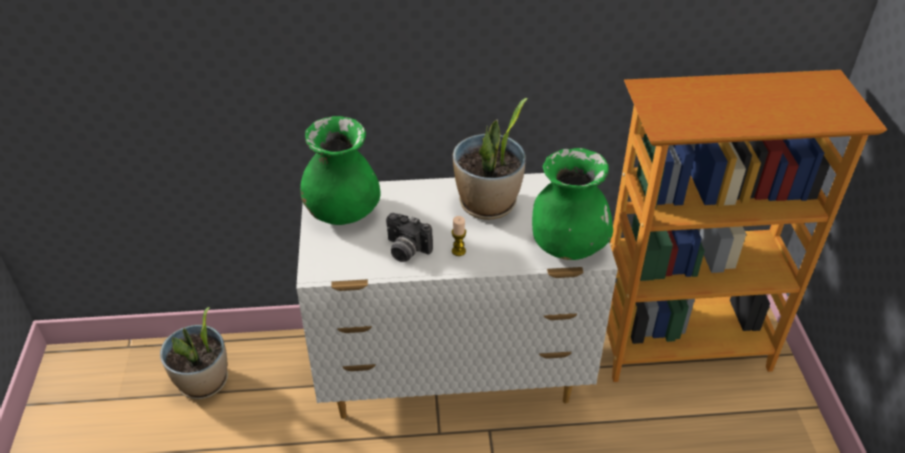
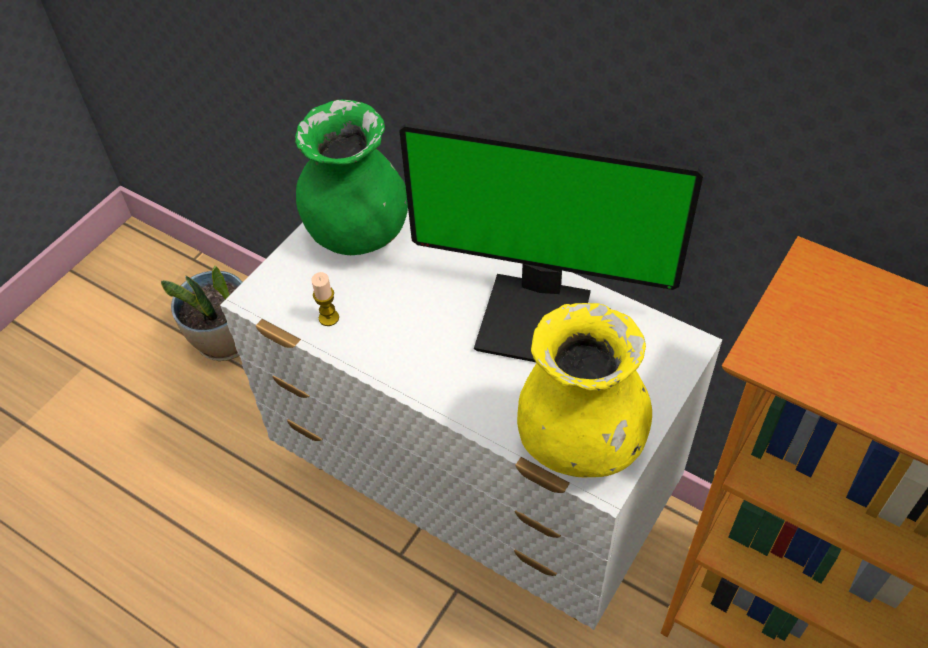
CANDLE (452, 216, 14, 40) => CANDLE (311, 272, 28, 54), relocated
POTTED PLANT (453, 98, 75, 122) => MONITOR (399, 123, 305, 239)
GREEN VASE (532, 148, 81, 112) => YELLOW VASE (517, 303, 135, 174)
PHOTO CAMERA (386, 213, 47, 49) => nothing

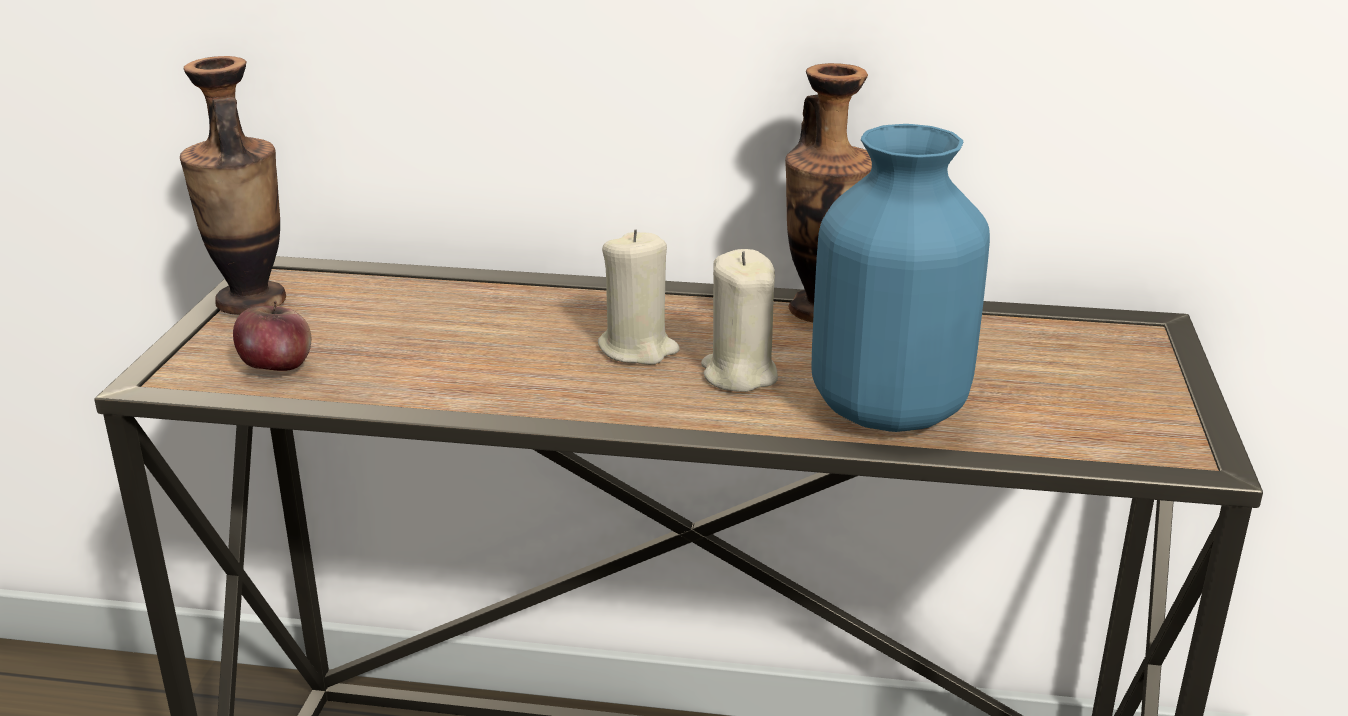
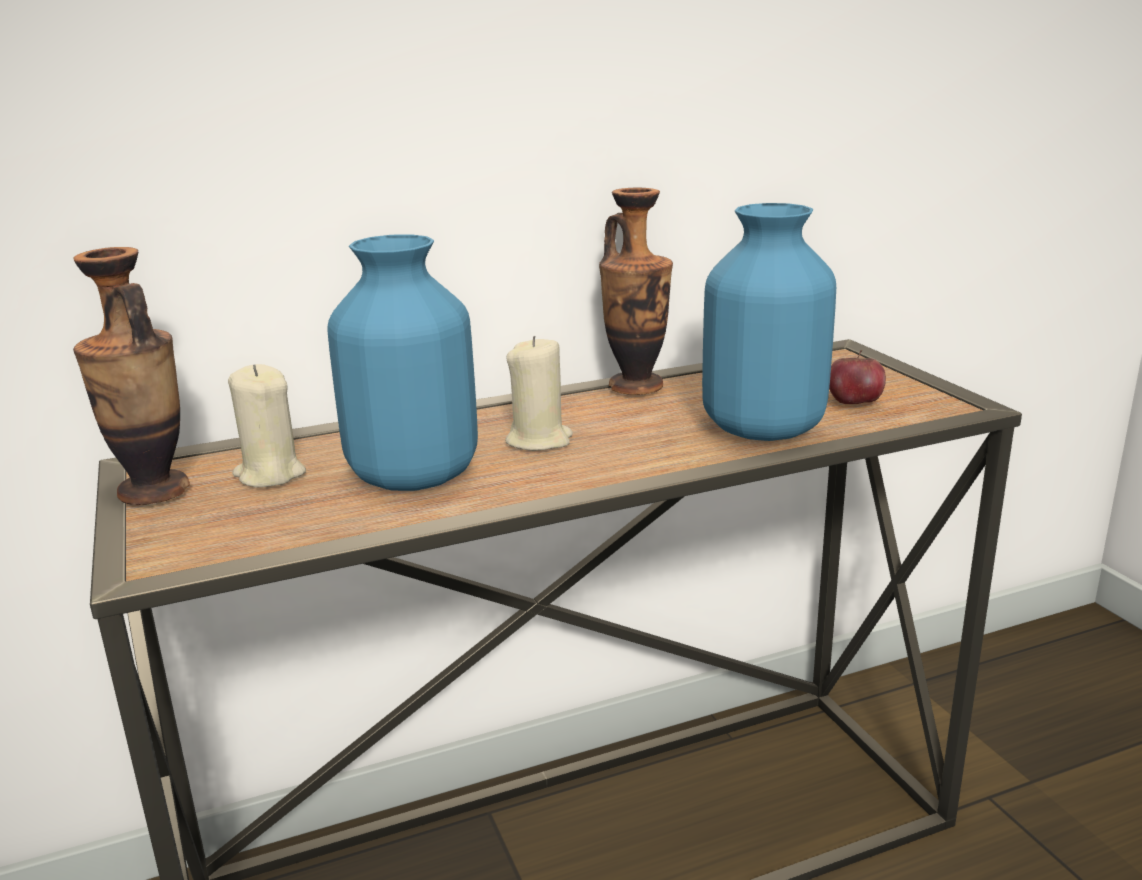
BEIGE CANDLE (701, 249, 77, 143) => BEIGE CANDLE (228, 364, 78, 124), relocated
nothing => BLUE VASE (328, 234, 150, 257)
APPLE (233, 301, 78, 70) => APPLE (829, 350, 57, 54), relocated

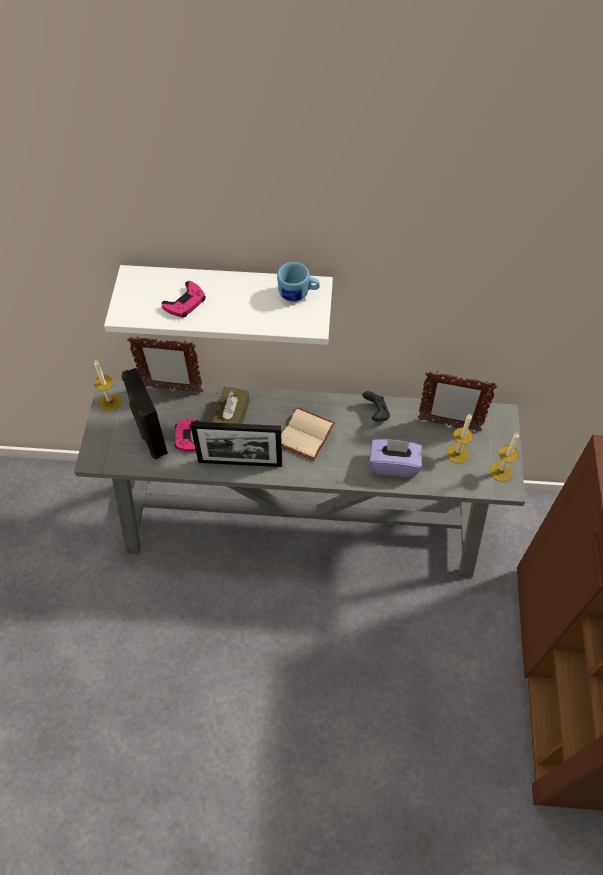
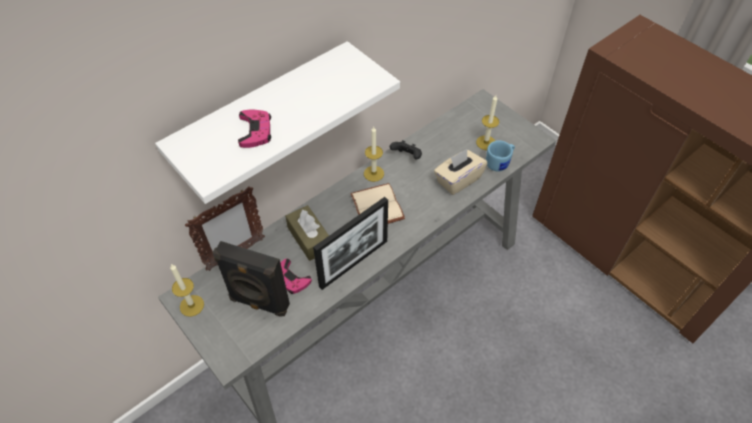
CANDLE (490, 432, 29, 49) => CANDLE (364, 127, 20, 55), relocated
PURPLE TISSUE BOX (369, 439, 53, 39) => BEIGE TISSUE BOX (434, 149, 54, 46)
BLUE MUG (277, 262, 43, 40) => BLUE MUG (486, 140, 29, 32), relocated
PICTURE FRAME (418, 371, 79, 61) => nothing

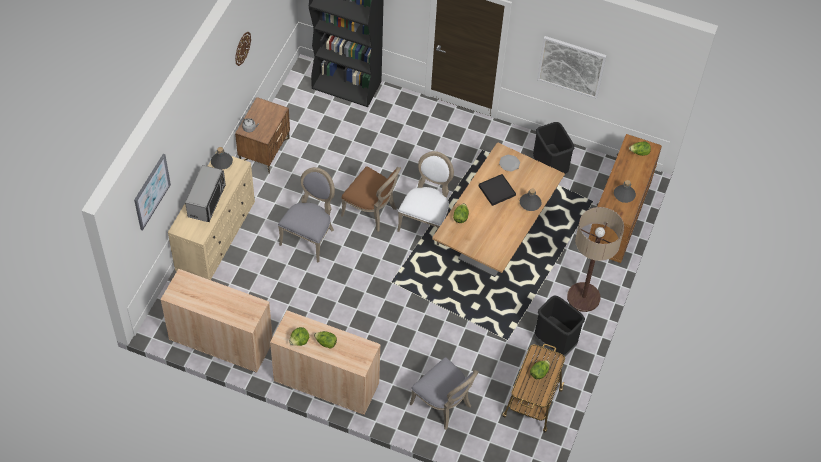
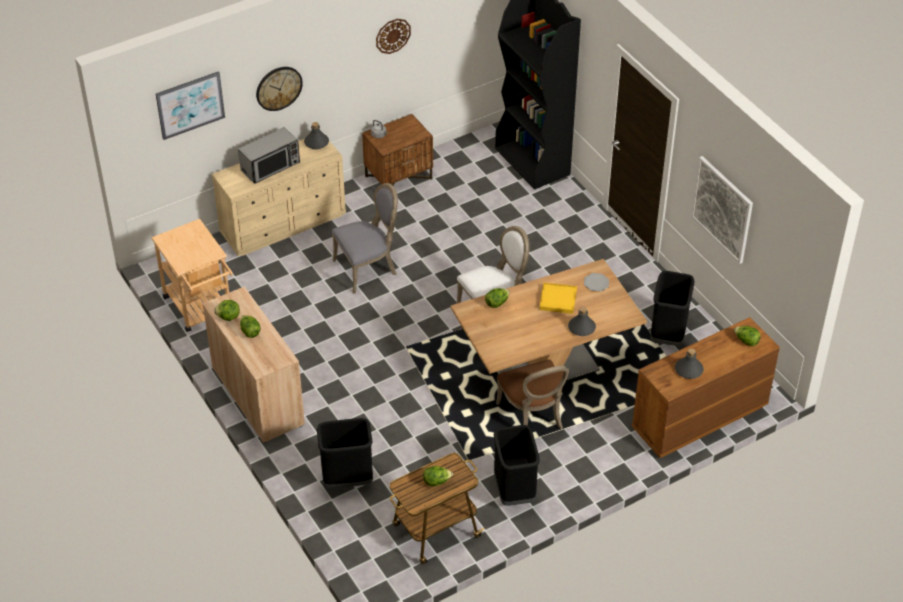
BEIGE CABINET (160, 269, 113, 104) => BEIGE CART (151, 219, 82, 113)
nothing => WALL CLOCK (256, 67, 47, 44)
GREY CHAIR (410, 357, 69, 73) => BLACK TRASH CAN (317, 418, 56, 70)
BROWN CHAIR (341, 166, 60, 66) => BROWN CHAIR (496, 360, 73, 69), relocated
BLACK TRAY (479, 174, 37, 32) => YELLOW TRAY (539, 283, 38, 31)
FLOOR LAMP (567, 207, 57, 105) => nothing

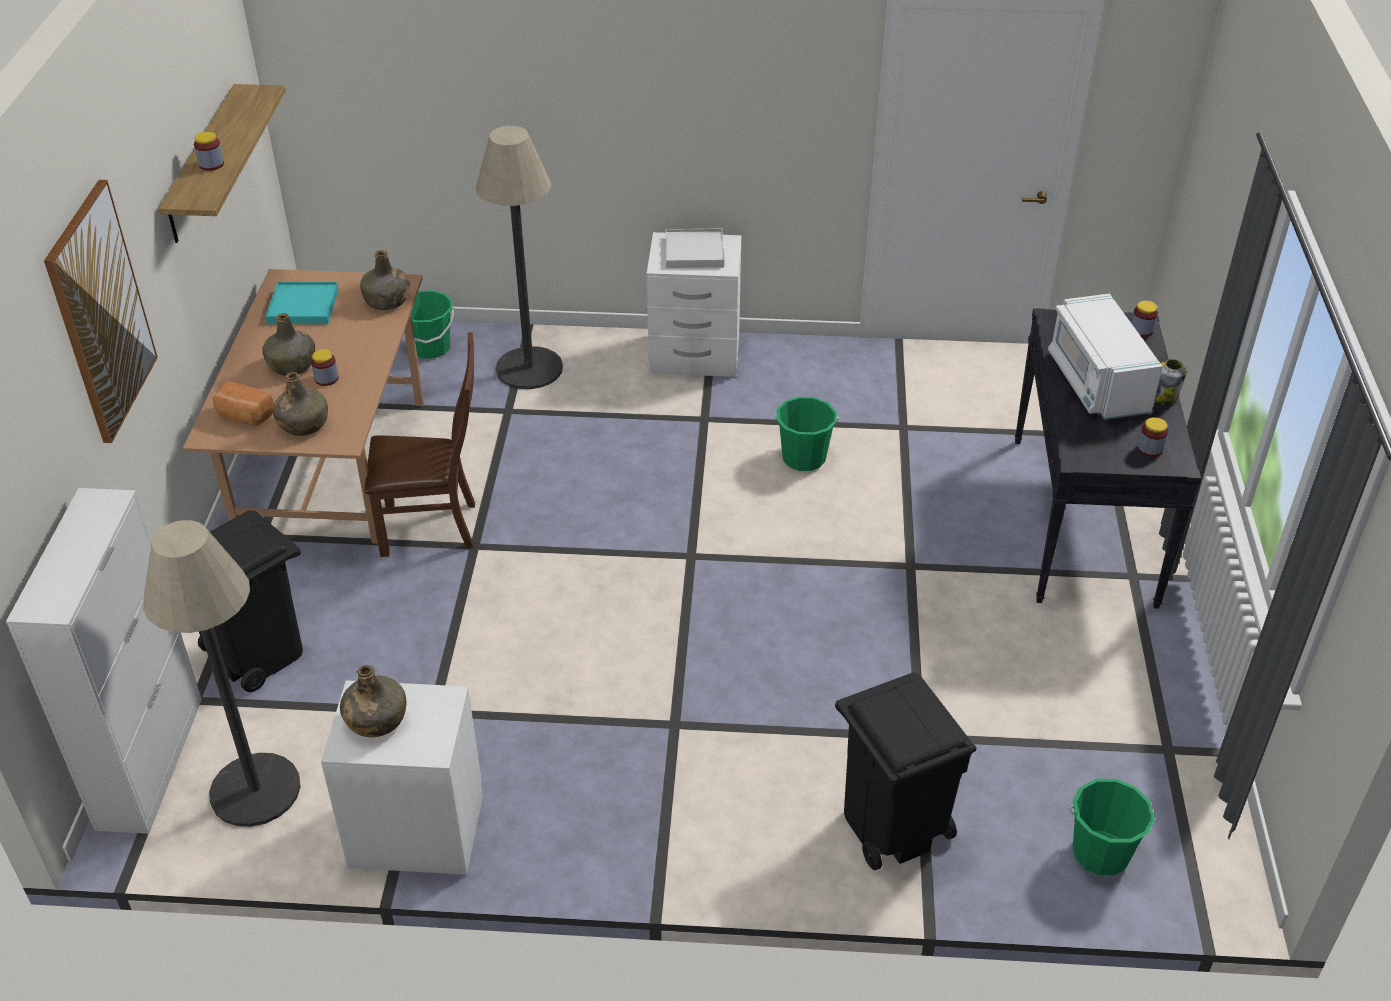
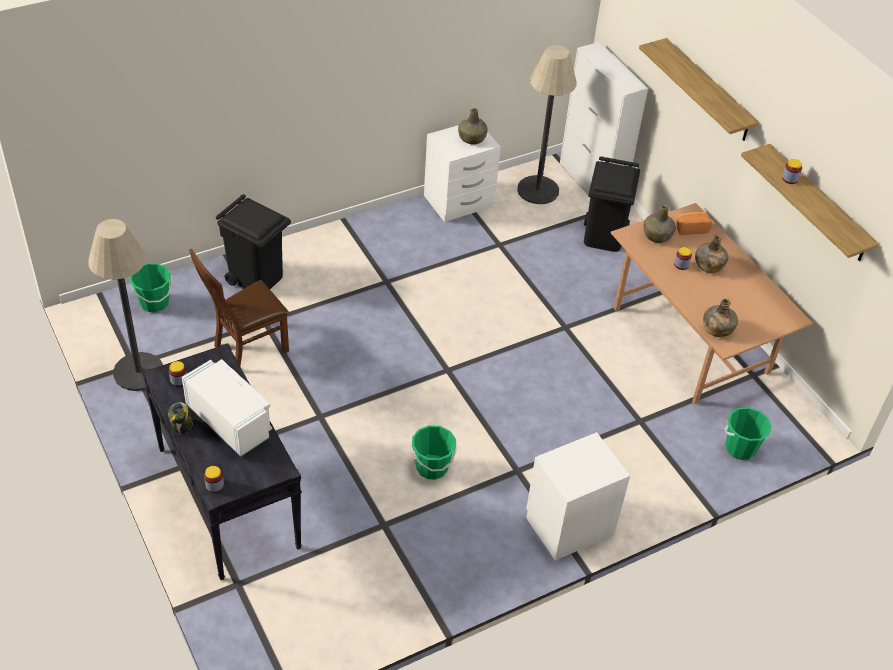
FLOOR LAMP (475, 126, 88, 263) => FLOOR LAMP (88, 219, 75, 172), relocated
BROWN CHAIR (364, 332, 111, 225) => BROWN CHAIR (189, 248, 100, 118), relocated
PICTURE (44, 180, 114, 263) => SHELF (639, 38, 120, 103)
TURQUOISE TRAY (265, 282, 74, 42) => nothing
WHITE TRAY (666, 229, 58, 39) => nothing

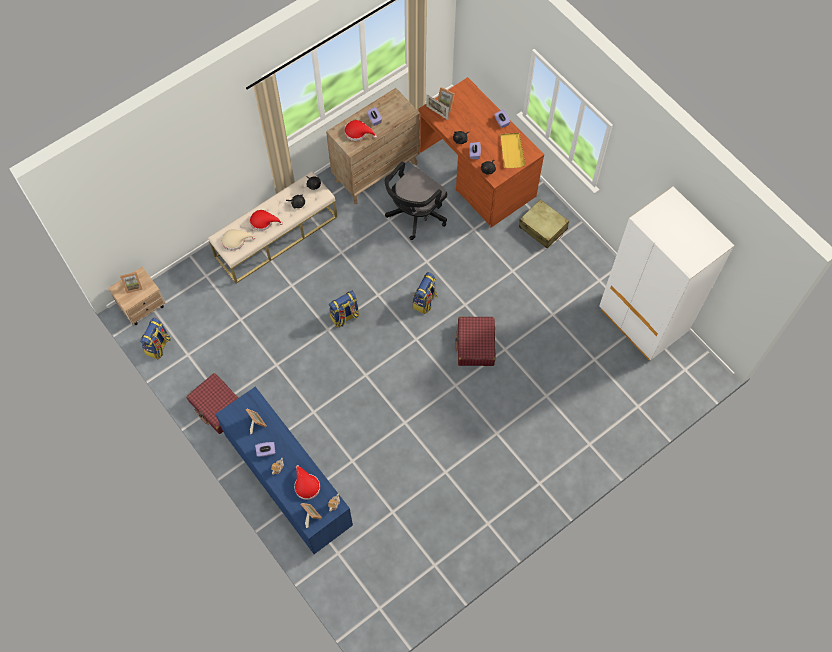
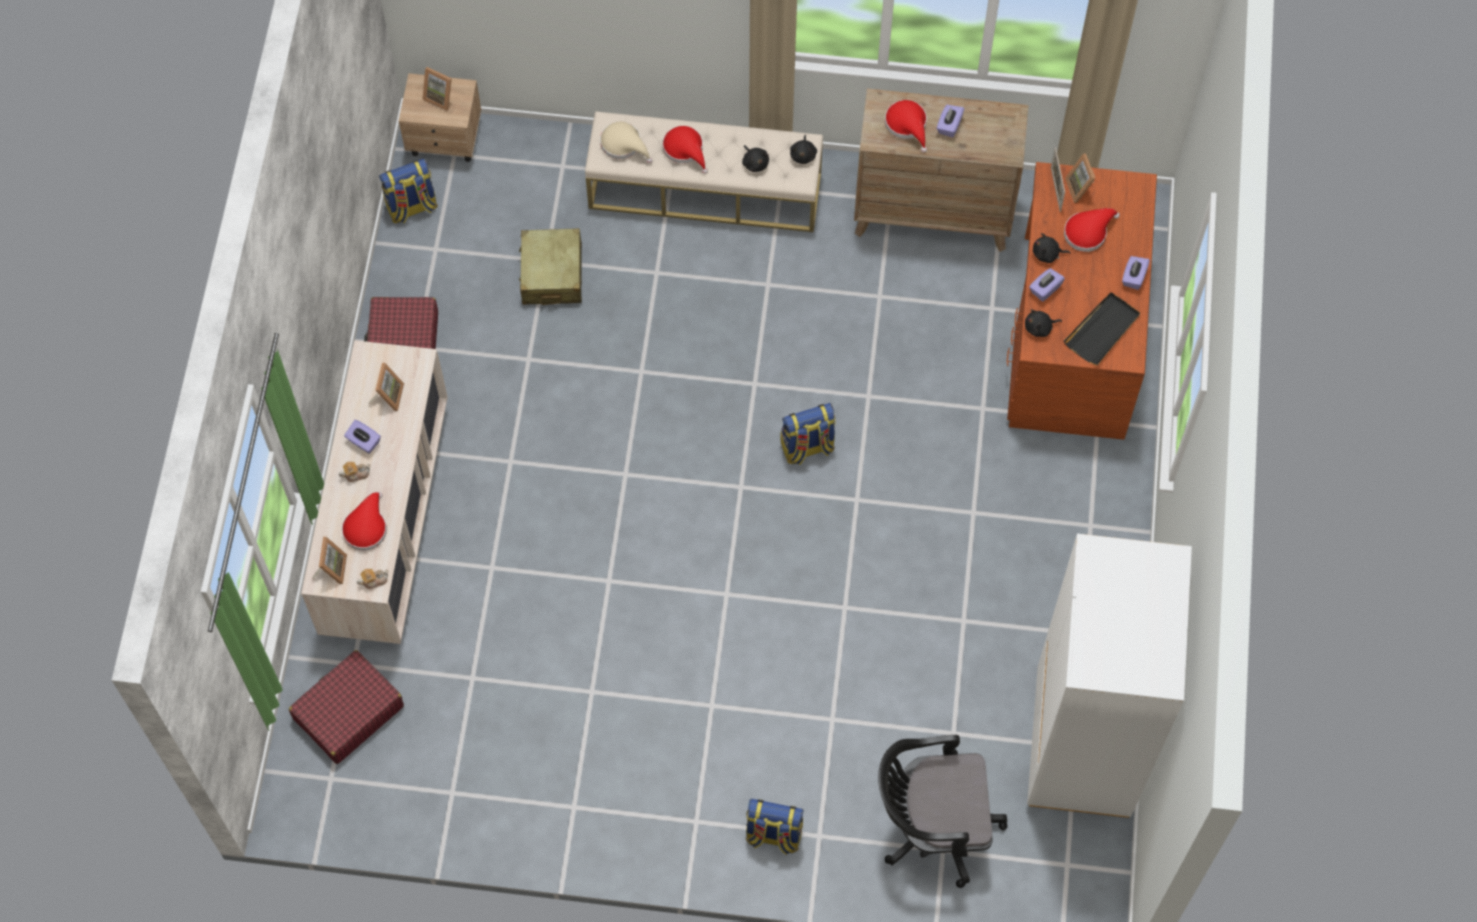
RED SUITCASE (455, 317, 41, 49) => RED SUITCASE (289, 650, 115, 114), relocated
BLUE DRESSER (215, 387, 138, 167) => BEIGE DRESSER (301, 340, 147, 304)
BEIGE SUITCASE (519, 199, 50, 49) => BEIGE SUITCASE (519, 228, 63, 77), relocated
BACKPACK (329, 291, 30, 36) => BACKPACK (745, 799, 59, 56), relocated
BLACK OFFICE CHAIR (385, 161, 62, 79) => BLACK OFFICE CHAIR (878, 735, 129, 153), relocated
nothing => RED HAT (1064, 208, 56, 44)
YELLOW TRAY (500, 133, 26, 35) => BLACK TRAY (1064, 292, 76, 73)

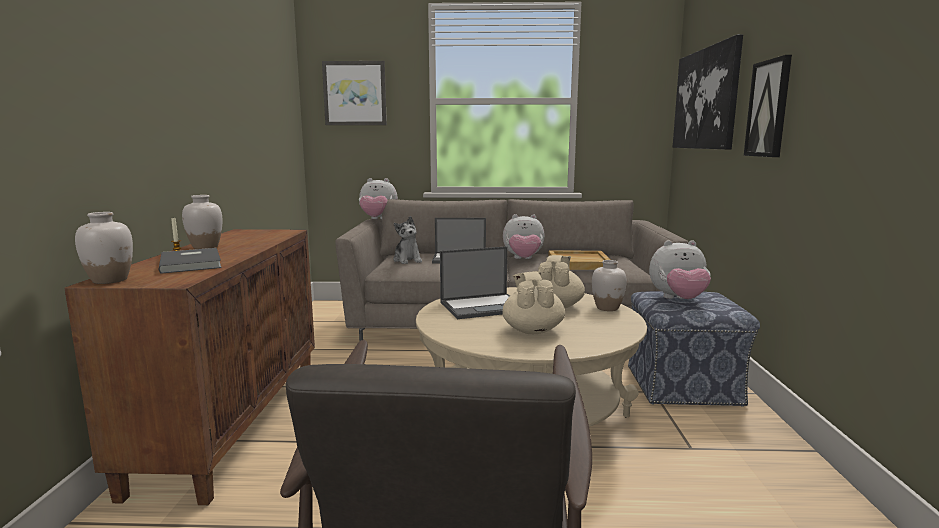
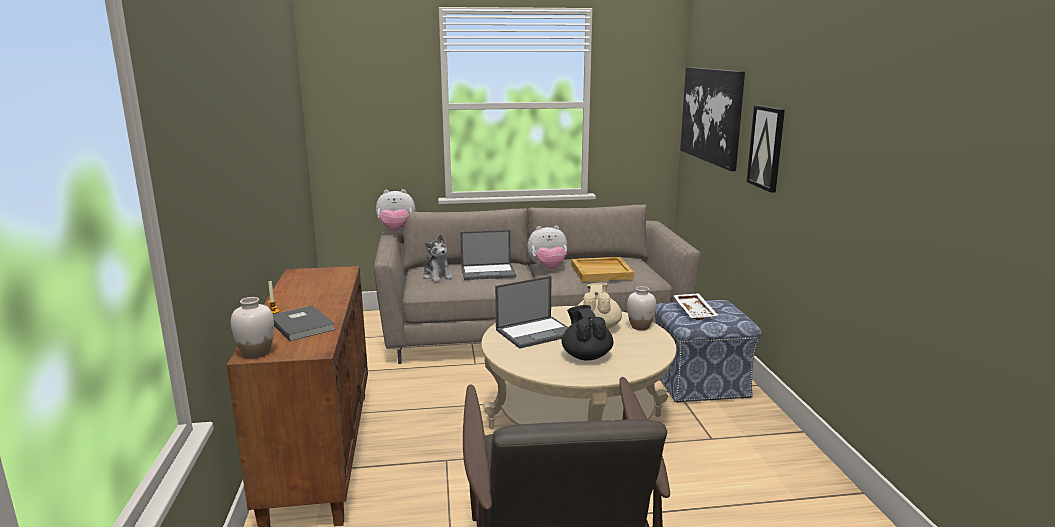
BEIGE TEAPOT (502, 271, 63, 63) => BLACK TEAPOT (561, 305, 53, 56)
PLUSH TOY (649, 240, 62, 59) => WHITE TRAY (673, 293, 45, 27)
WHITE VASE (182, 195, 41, 54) => nothing
PICTURE (322, 61, 65, 64) => nothing

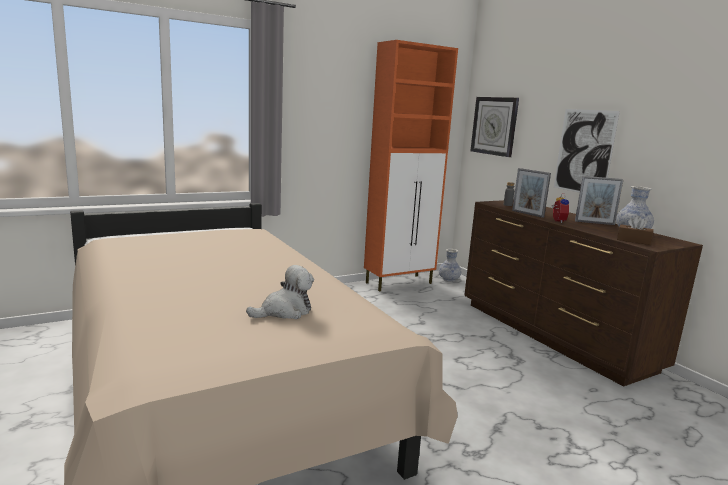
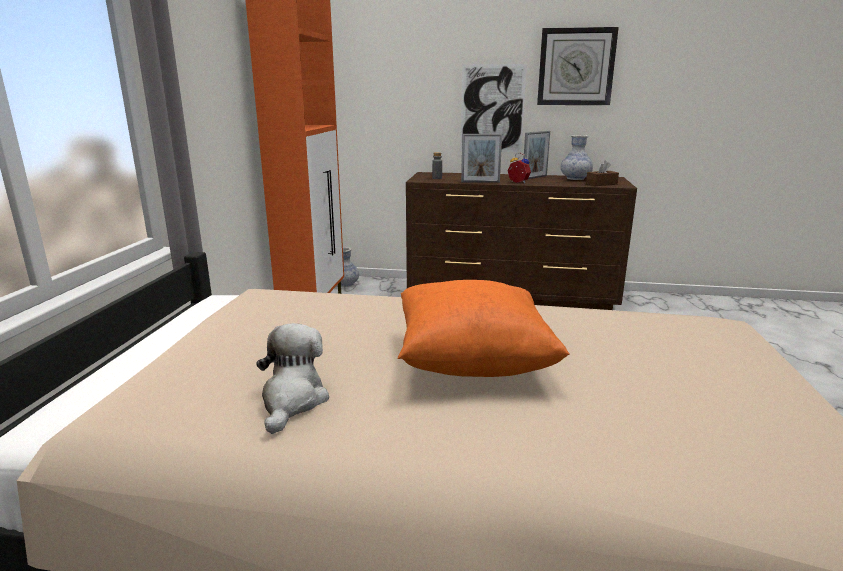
PLUSH TOY (246, 265, 68, 54) => PLUSH TOY (256, 323, 73, 111), relocated
nothing => ORANGE PILLOW (398, 280, 172, 97)
WALL CLOCK (471, 97, 48, 60) => WALL CLOCK (537, 27, 82, 78), relocated

